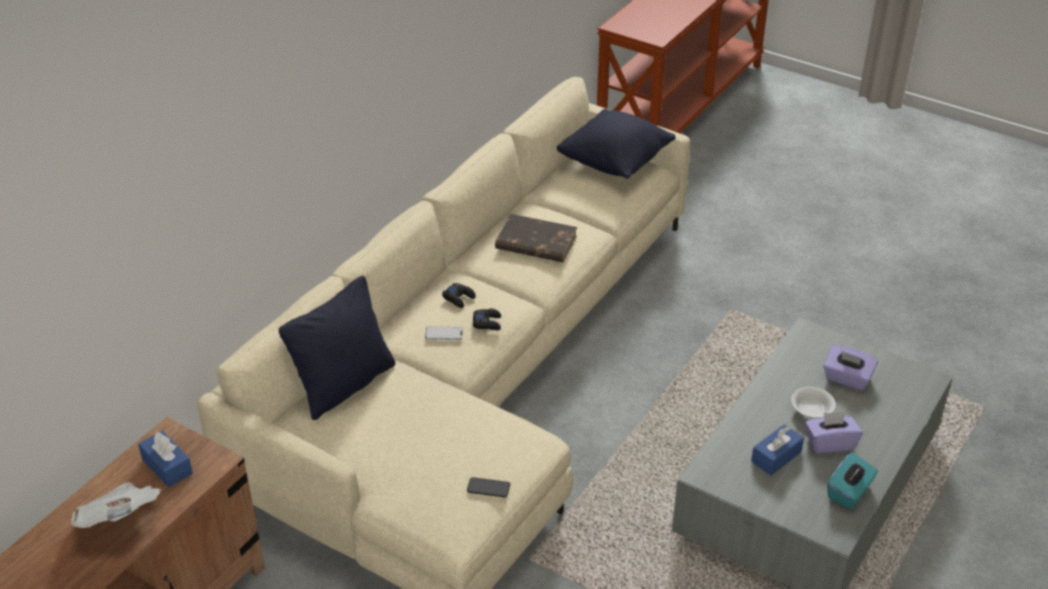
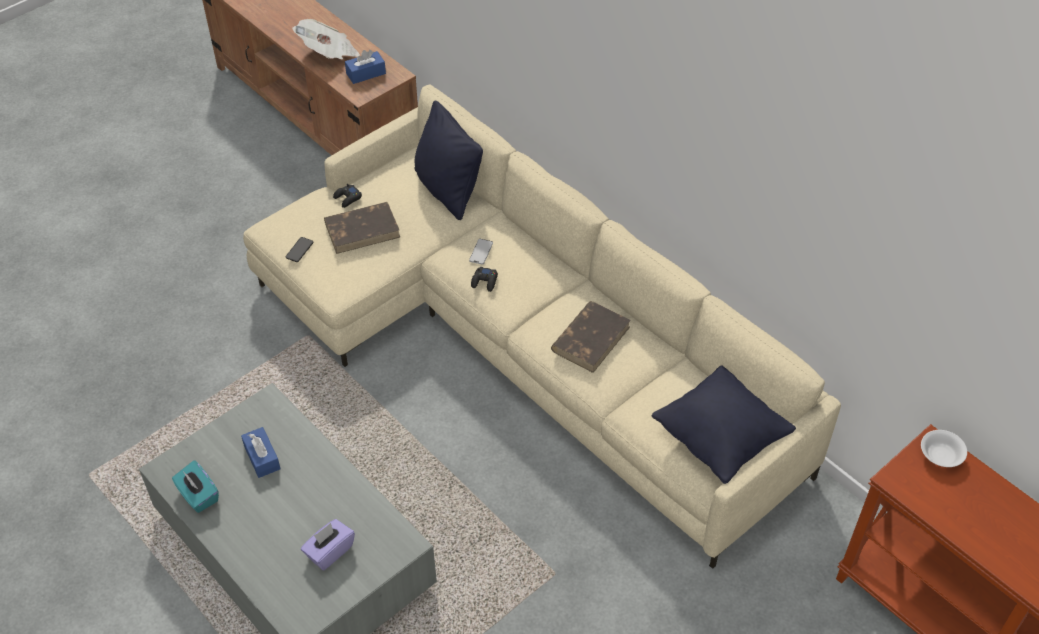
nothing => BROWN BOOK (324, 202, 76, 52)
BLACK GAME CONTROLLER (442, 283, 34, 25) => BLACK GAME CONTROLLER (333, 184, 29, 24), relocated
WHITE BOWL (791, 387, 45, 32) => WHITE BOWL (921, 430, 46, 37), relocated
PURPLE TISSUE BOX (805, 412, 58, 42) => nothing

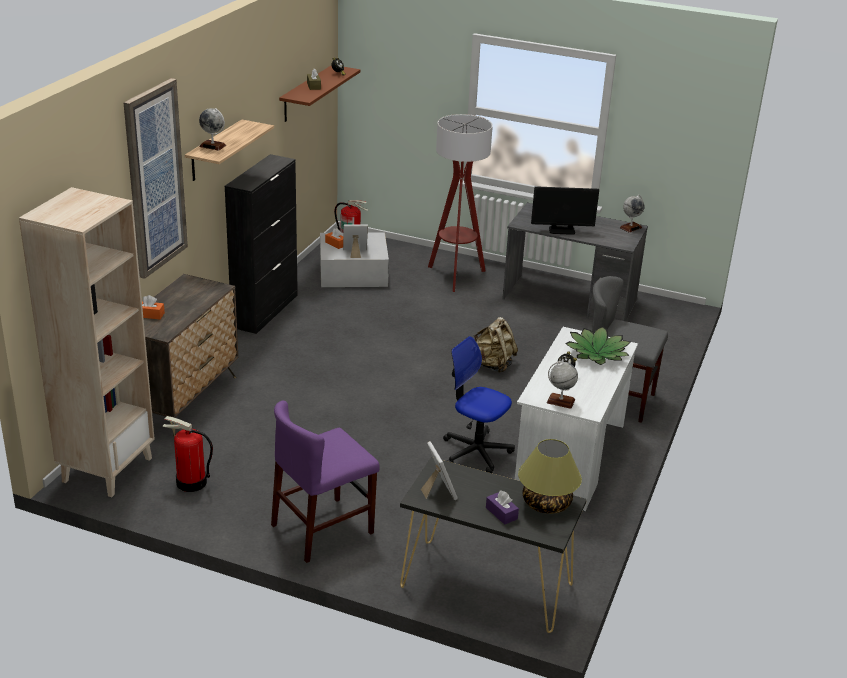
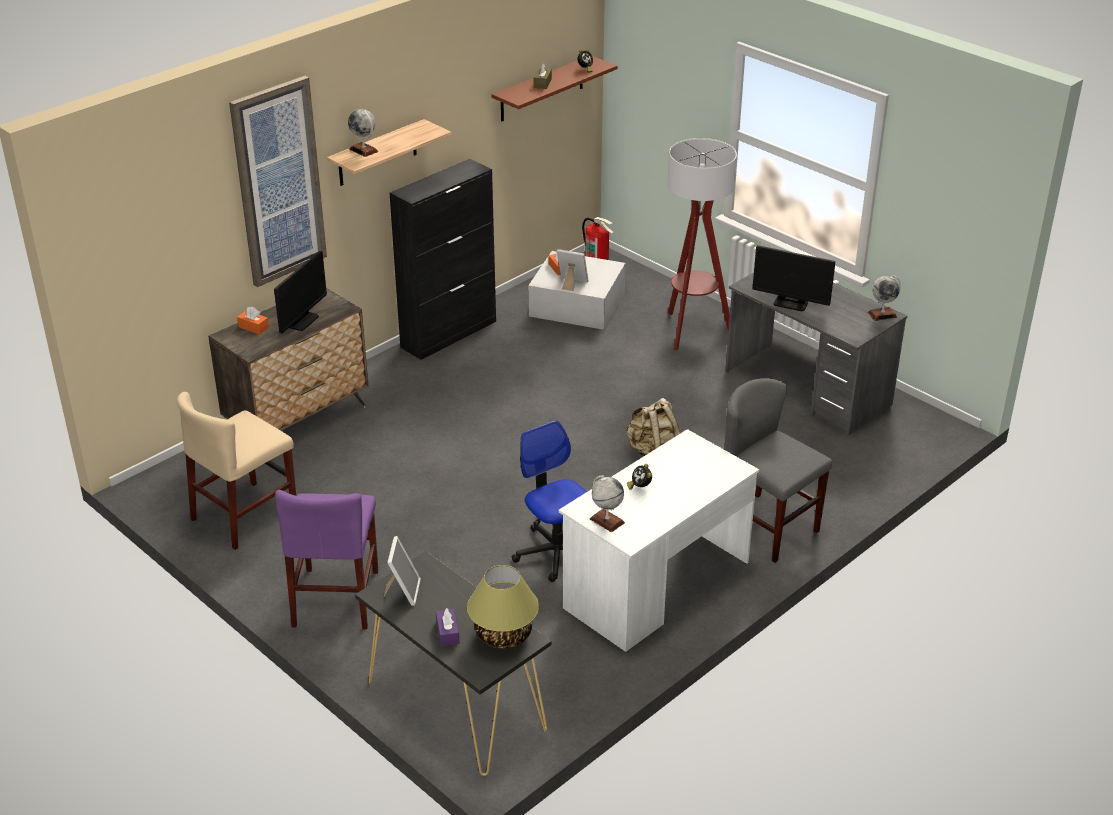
FIRE EXTINGUISHER (162, 416, 51, 76) => BEIGE CHAIR (177, 392, 119, 158)
nothing => MONITOR (274, 251, 53, 83)
PURPLE CHAIR (271, 401, 109, 162) => PURPLE CHAIR (275, 490, 103, 140), 75 degrees counterclockwise
BEIGE BOOKCASE (19, 187, 136, 310) => nothing
POTTED PLANT (565, 326, 66, 39) => nothing

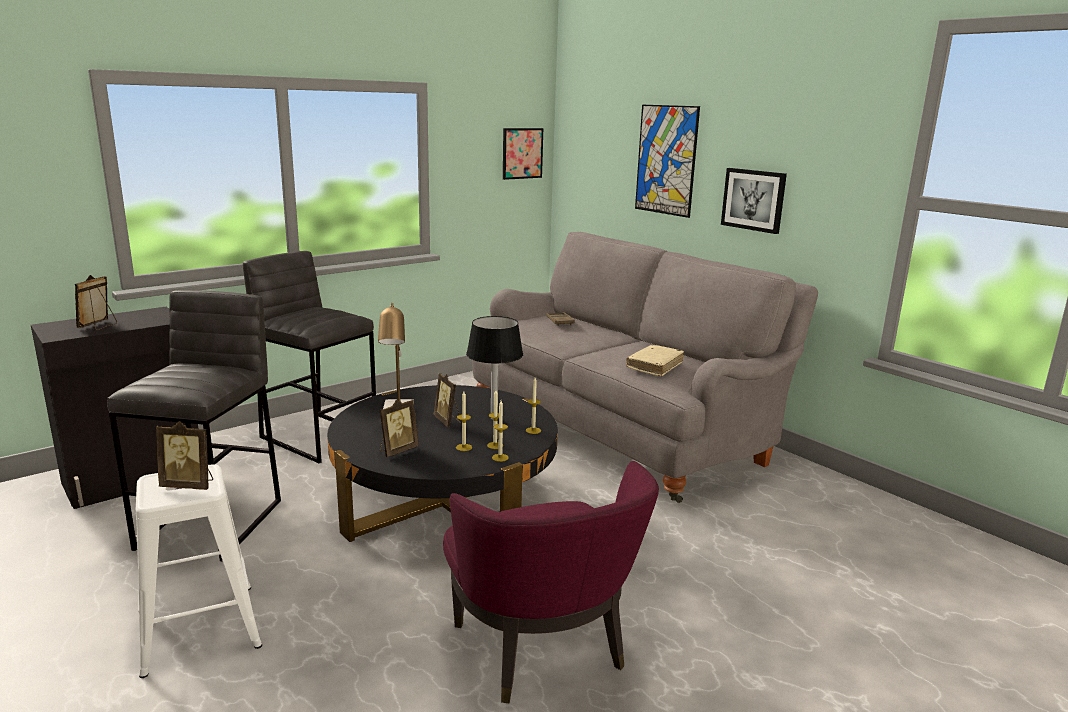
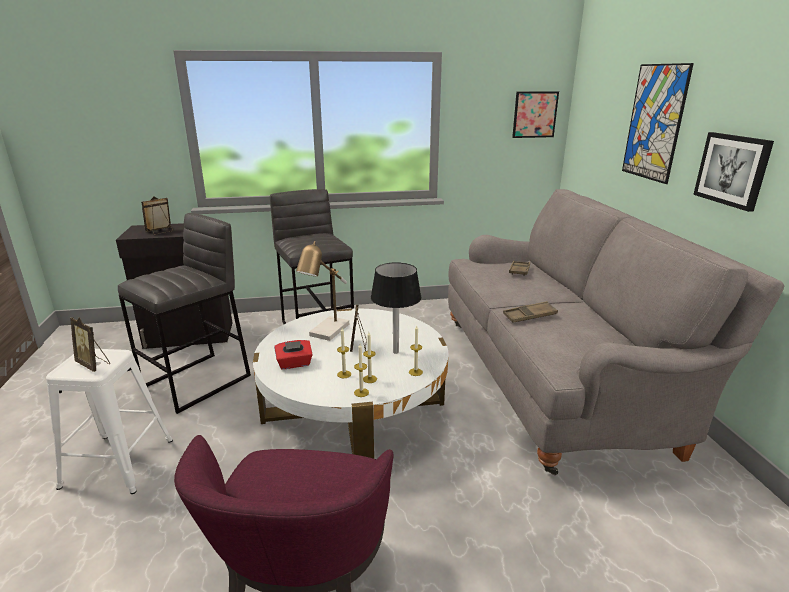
BLACK COFFEE TABLE (327, 385, 231, 157) => WHITE COFFEE TABLE (253, 309, 195, 150)
PICTURE FRAME (380, 400, 39, 57) => RED TISSUE BOX (274, 340, 39, 29)
nothing => BROWN TRAY (503, 301, 55, 22)
BEIGE BOOK (626, 345, 58, 31) => nothing

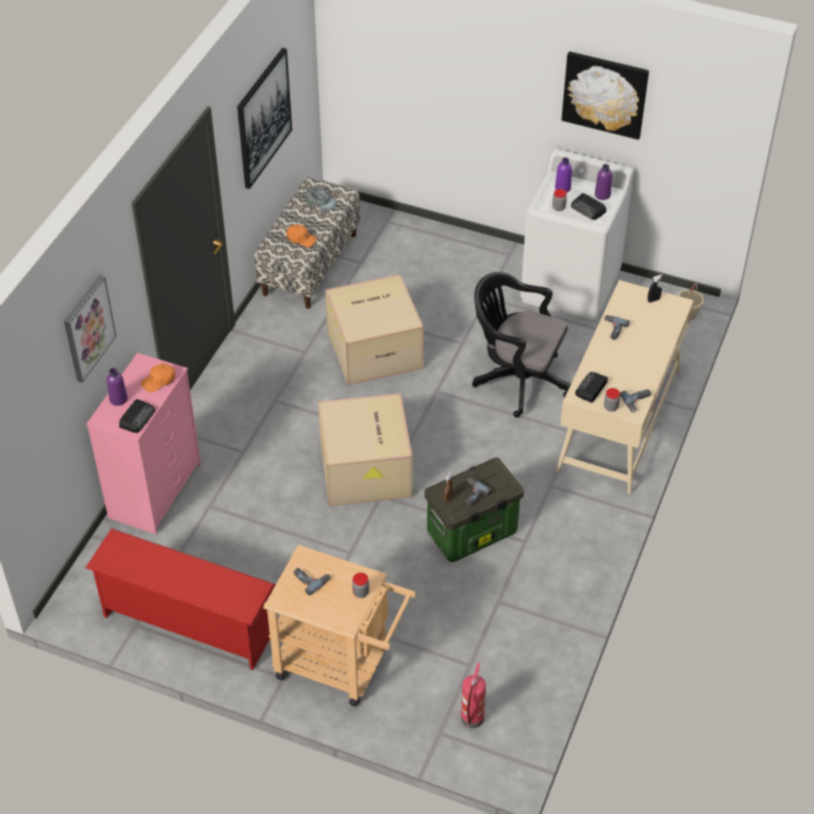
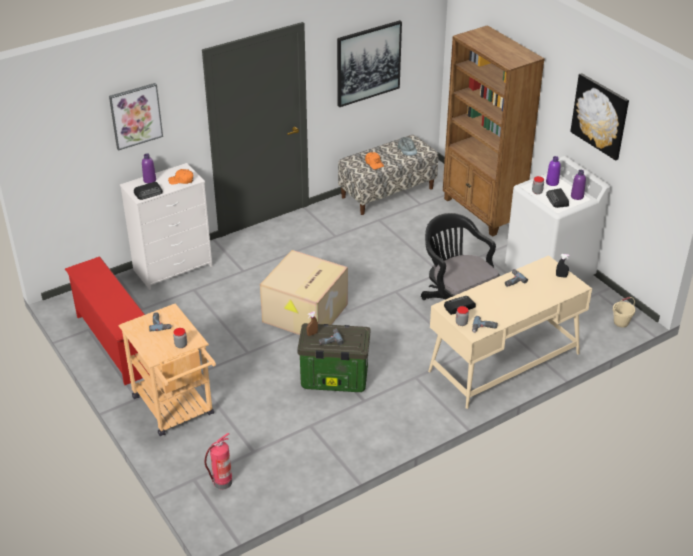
PINK DRESSER (86, 353, 115, 181) => WHITE DRESSER (120, 163, 92, 127)
nothing => BROWN BOOKCASE (443, 25, 102, 212)
CARDBOARD BOX (325, 274, 98, 111) => nothing

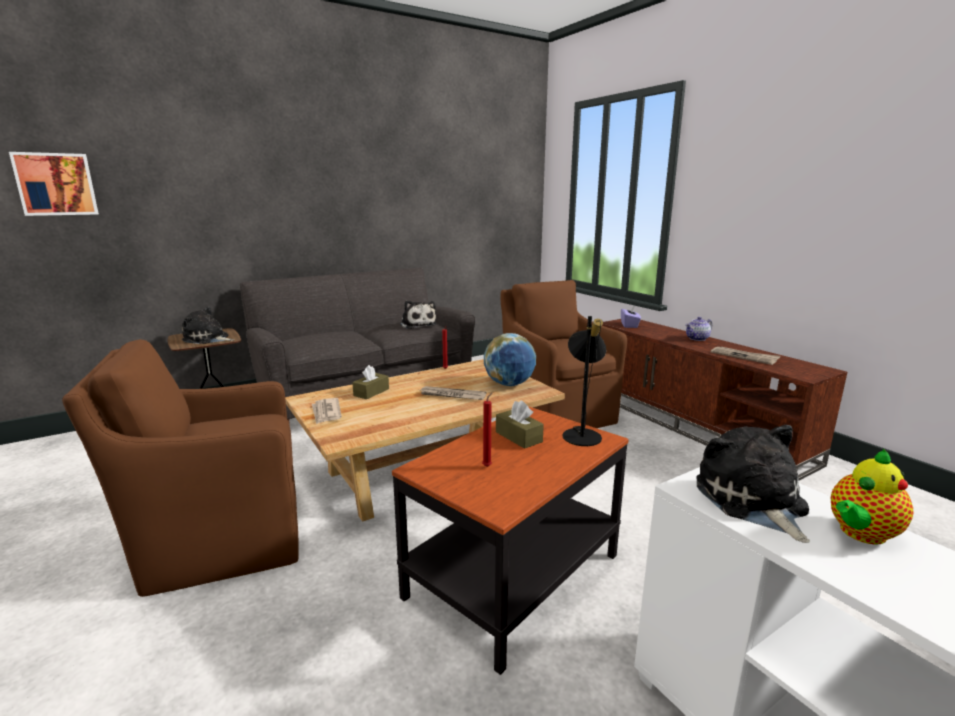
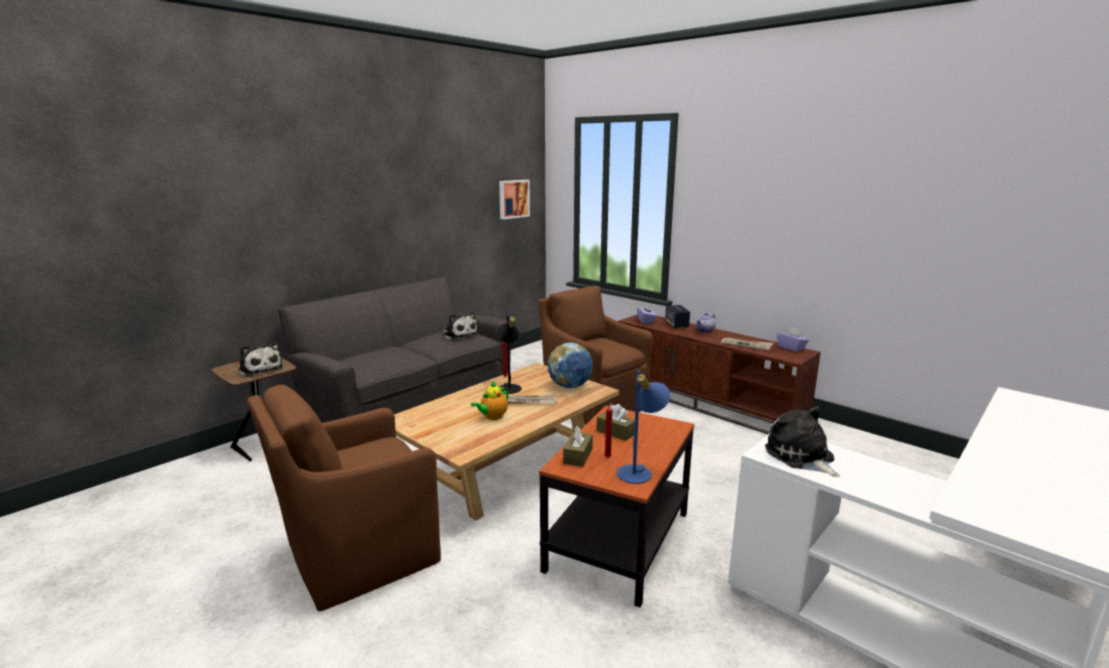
PLUSH TOY (182, 307, 52, 37) => PLUSH TOY (238, 342, 46, 35), 135 degrees counterclockwise
TEAPOT (831, 449, 82, 96) => TEAPOT (471, 381, 38, 39), relocated
BLACK TABLE LAMP (562, 316, 44, 130) => BLACK TABLE LAMP (496, 316, 25, 78), relocated
PICTURE (9, 152, 90, 64) => PICTURE (499, 180, 31, 39), relocated
BROWN TISSUE BOX (352, 365, 37, 34) => BROWN TISSUE BOX (563, 426, 30, 41), relocated
nothing => BLUE TABLE LAMP (617, 370, 53, 114)
nothing => SPEAKER (665, 305, 25, 23)
nothing => PURPLE TISSUE BOX (777, 327, 32, 25)
NEWSPAPER (312, 398, 30, 26) => nothing

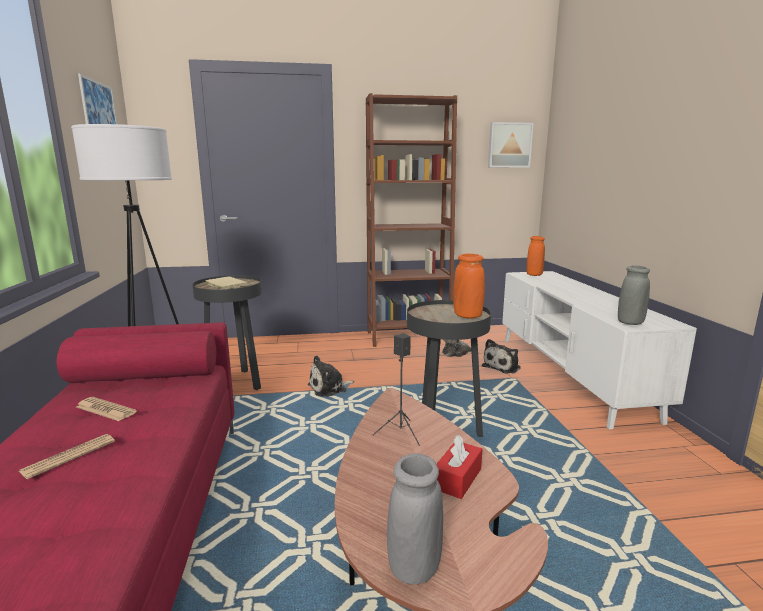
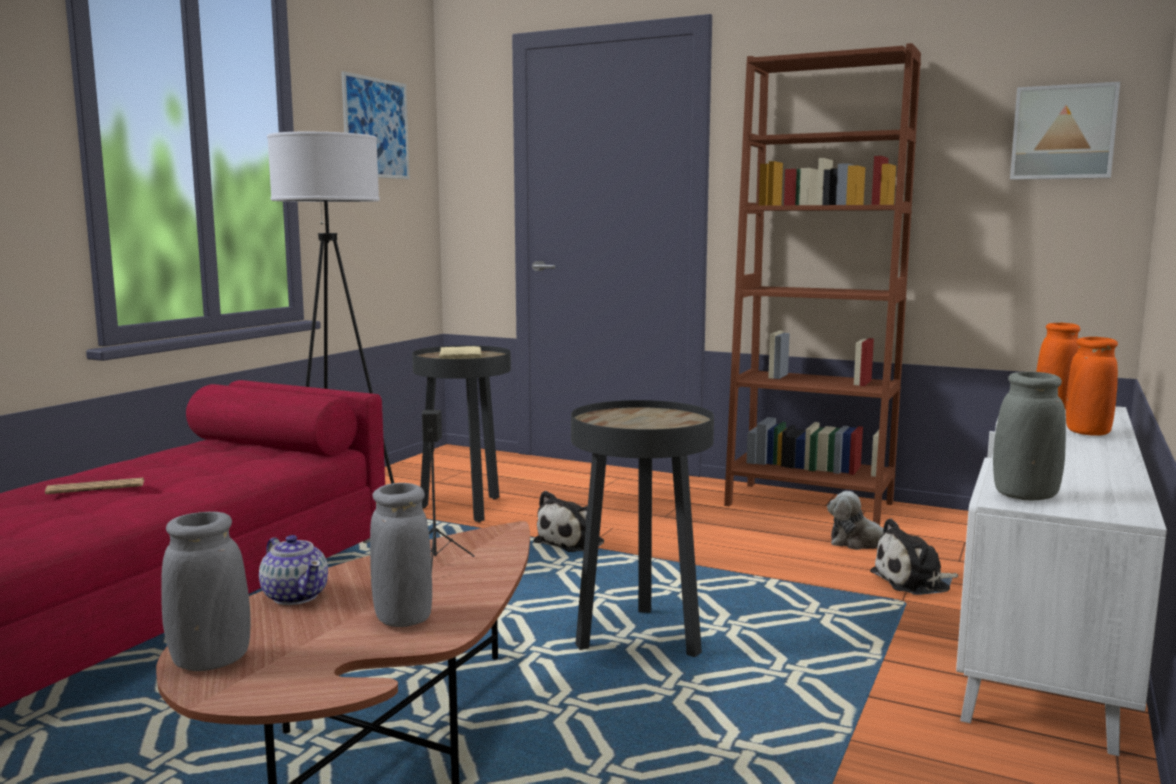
nothing => TEAPOT (259, 535, 69, 70)
RED TISSUE BOX (437, 435, 46, 64) => GREY VASE (370, 483, 62, 144)
PLUSH TOY (308, 356, 46, 41) => PLUSH TOY (533, 491, 71, 61), 60 degrees counterclockwise
ORANGE VASE (453, 254, 32, 65) => ORANGE VASE (1066, 337, 52, 99), relocated
NEWSPAPER (76, 397, 61, 24) => nothing

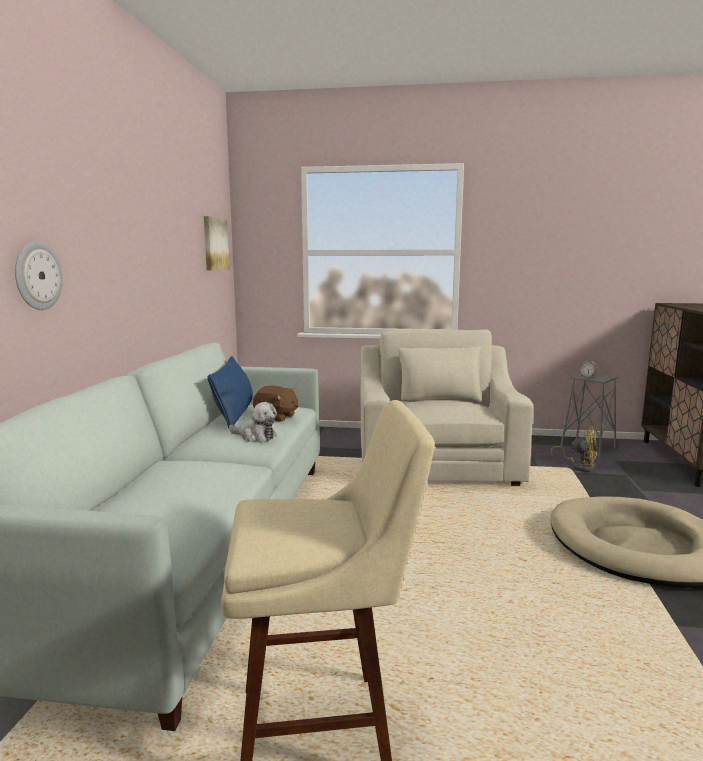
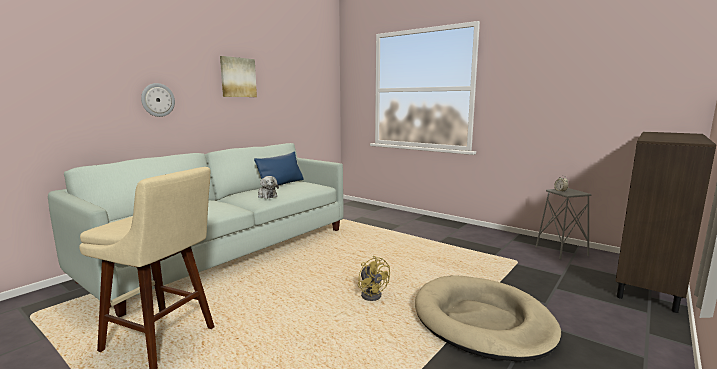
PICTURE (204, 216, 26, 55) => PICTURE (220, 56, 37, 41), relocated
YELLOW FAN (551, 425, 47, 47) => YELLOW FAN (358, 256, 32, 45), relocated
BROWN PLUSH TOY (253, 386, 46, 36) => nothing
BEIGE ARMCHAIR (360, 329, 173, 157) => nothing

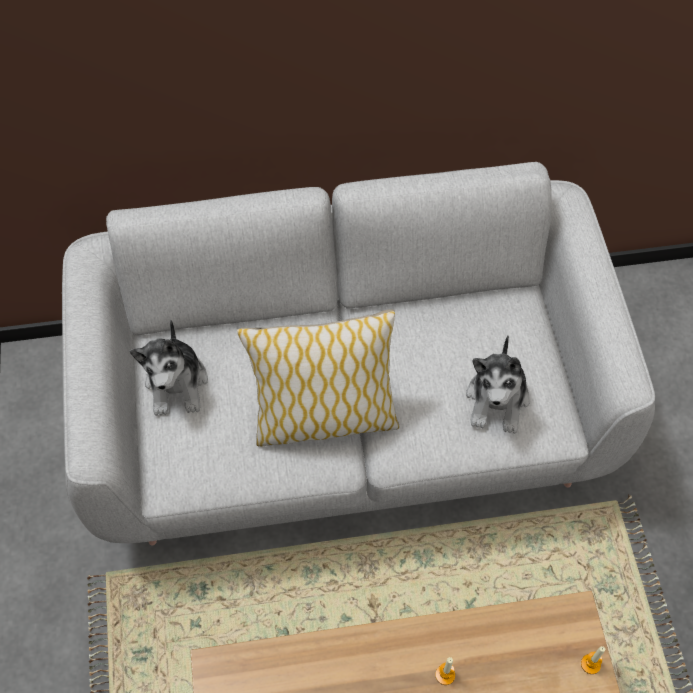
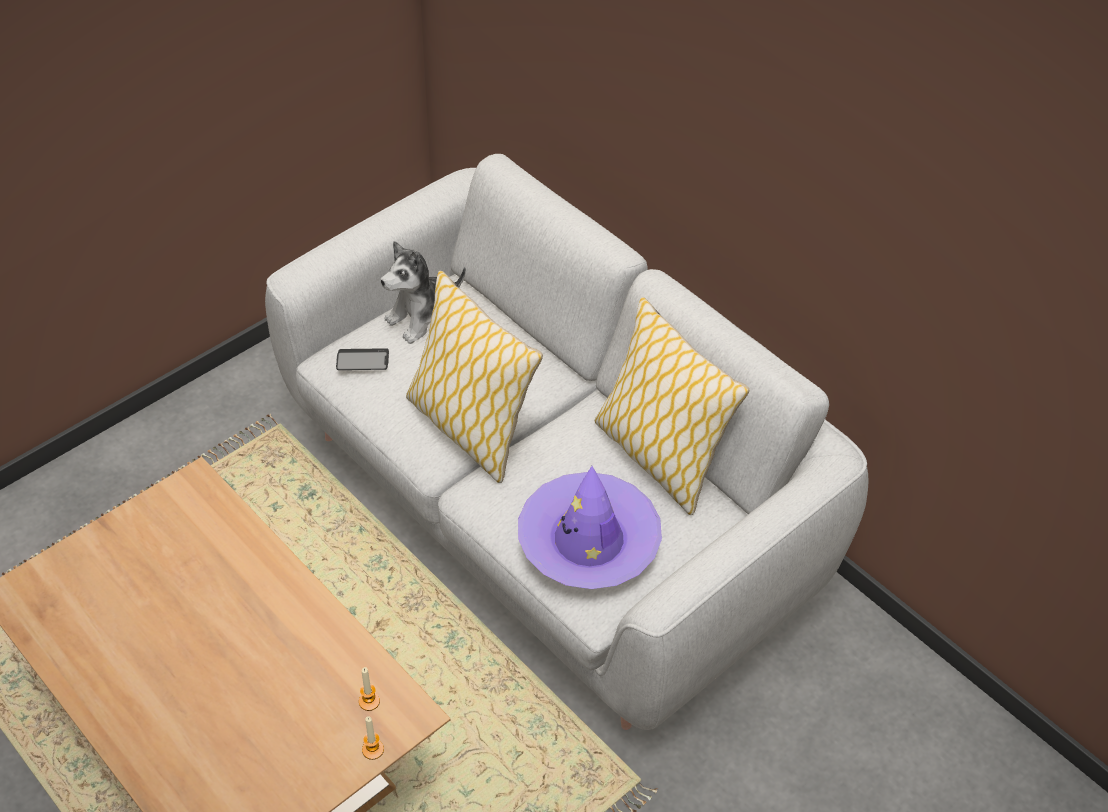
nothing => PHONE (336, 348, 53, 22)
CANDLE (435, 657, 20, 28) => CANDLE (359, 667, 21, 44), relocated
PLUSH TOY (466, 336, 64, 98) => PURPLE HAT (518, 466, 144, 123)
nothing => PILLOW (595, 297, 154, 218)

